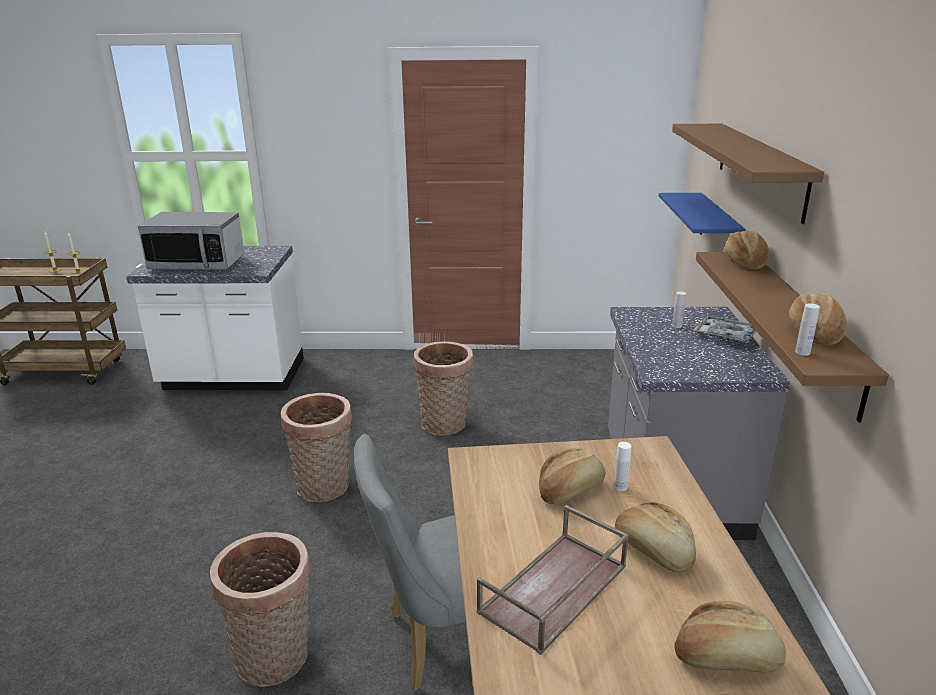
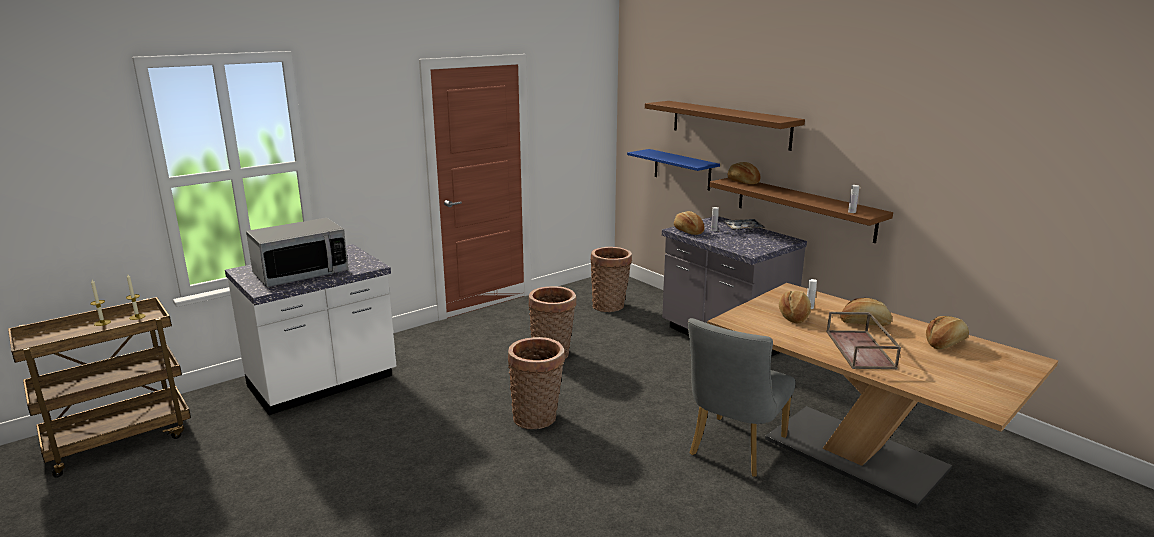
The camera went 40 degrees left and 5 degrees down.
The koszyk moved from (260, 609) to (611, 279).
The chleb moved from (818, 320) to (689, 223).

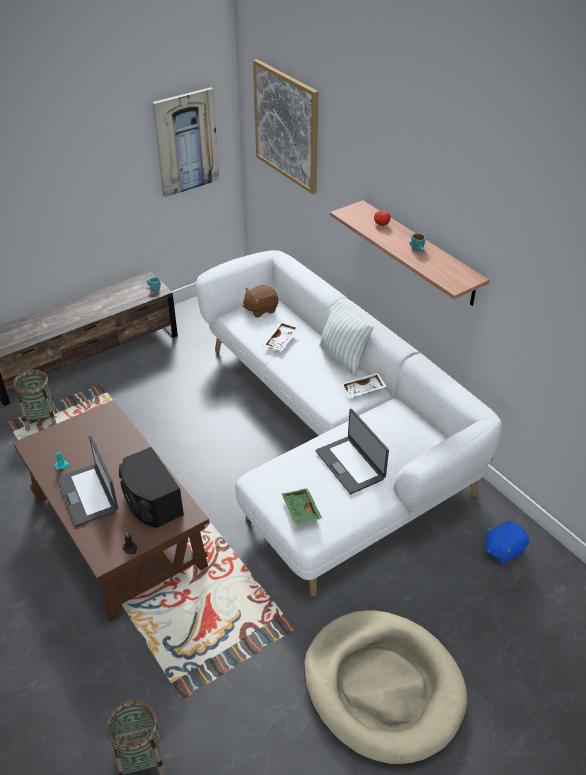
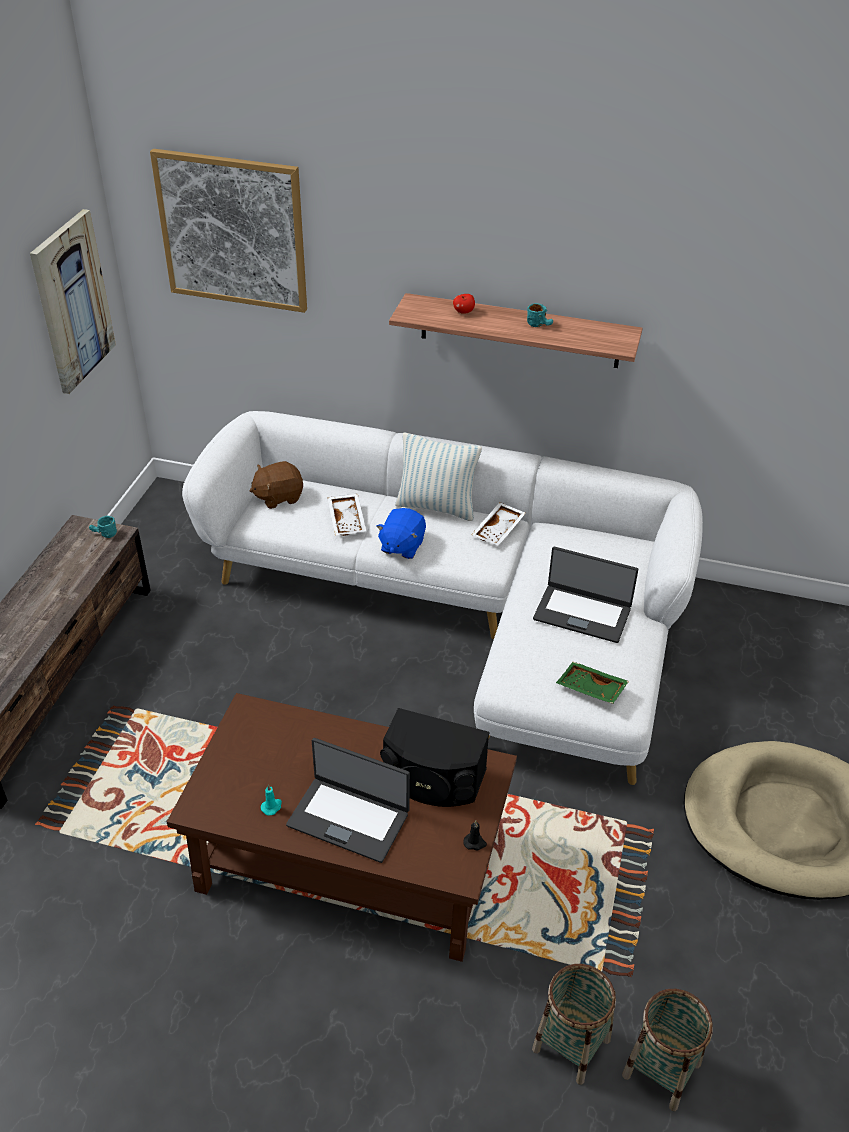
The camera went 40 degrees left and 0 degrees up.
The koszyk moved from (35, 400) to (574, 1024).
The pluszak/brązowy at (260, 301) turned 45 degrees clockwise.
The pluszak/niebieski moved from (507, 542) to (401, 533).

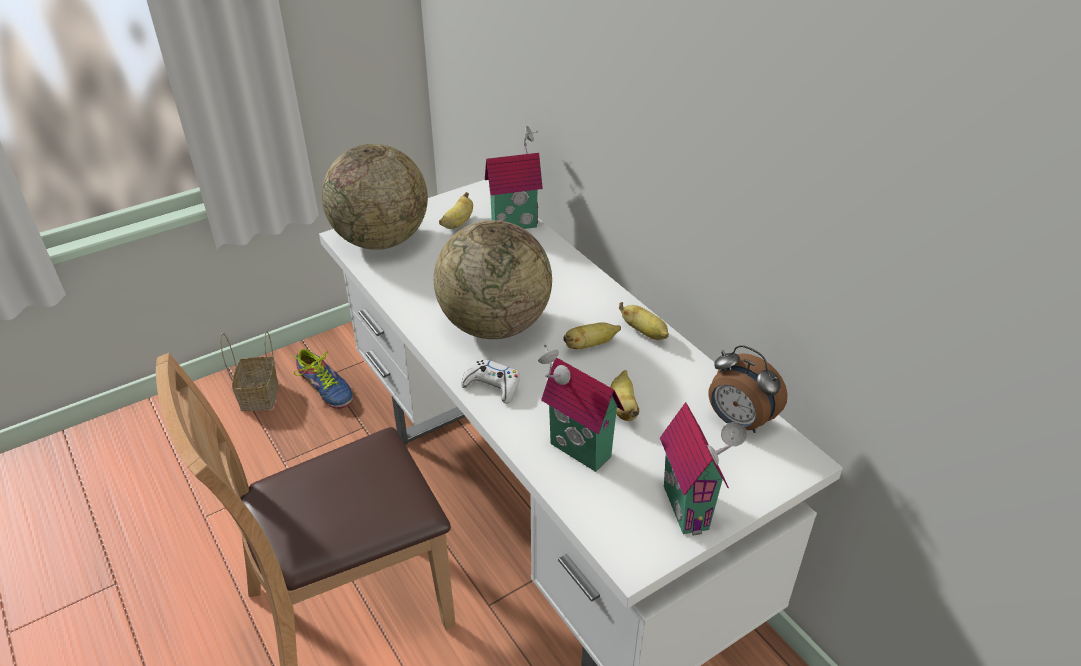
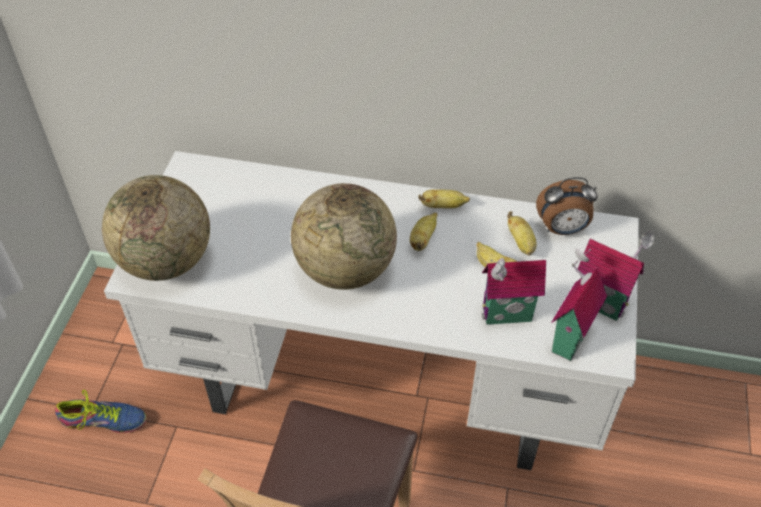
The camera went 45 degrees left and 10 degrees up.
The koszyk at (249, 371) disappeared.
The banan moved from (456, 210) to (522, 233).
The pad do gier/biały at (490, 381) disappeared.
The domek moved from (514, 177) to (579, 305).

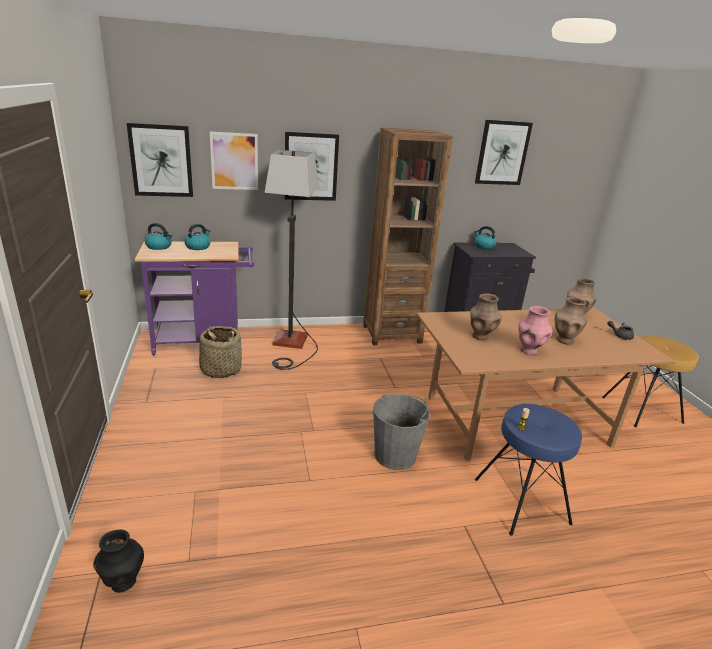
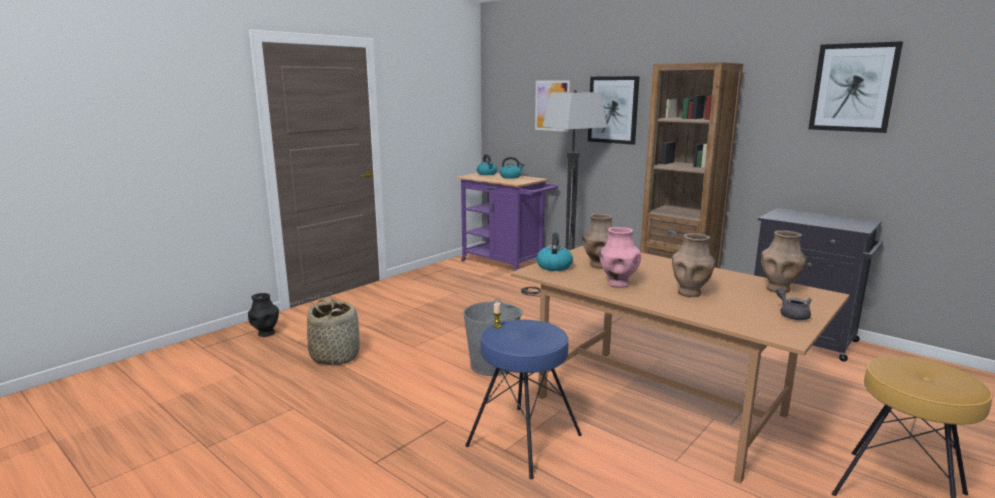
The camera went 55 degrees right and 10 degrees down.
The obraz at (160, 160) disappeared.
The koszyk moved from (220, 352) to (333, 332).
The czajnik moved from (485, 237) to (555, 252).

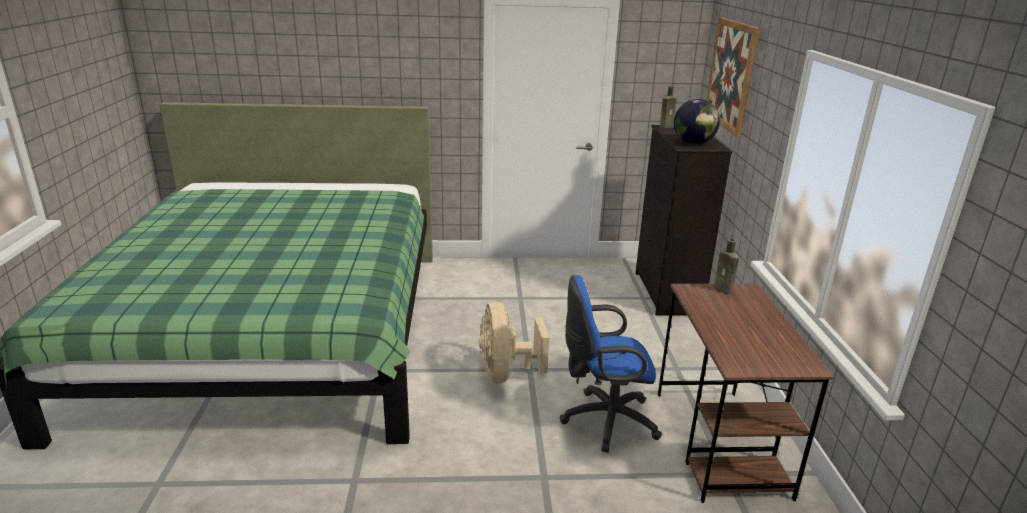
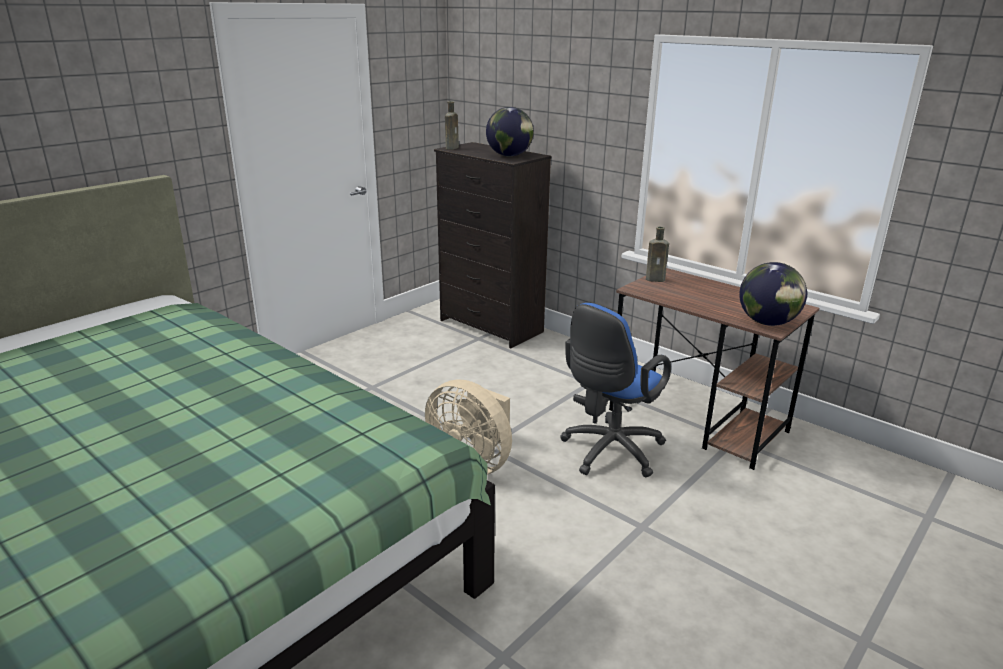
The camera went 45 degrees left and 0 degrees up.
The obraz at (733, 77) disappeared.
The globus at (773, 294) appeared.

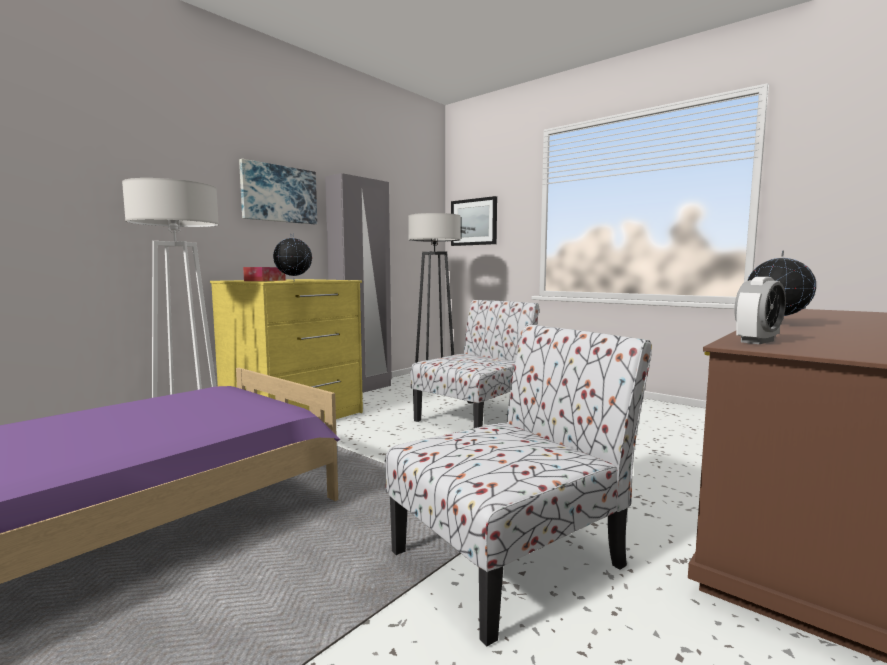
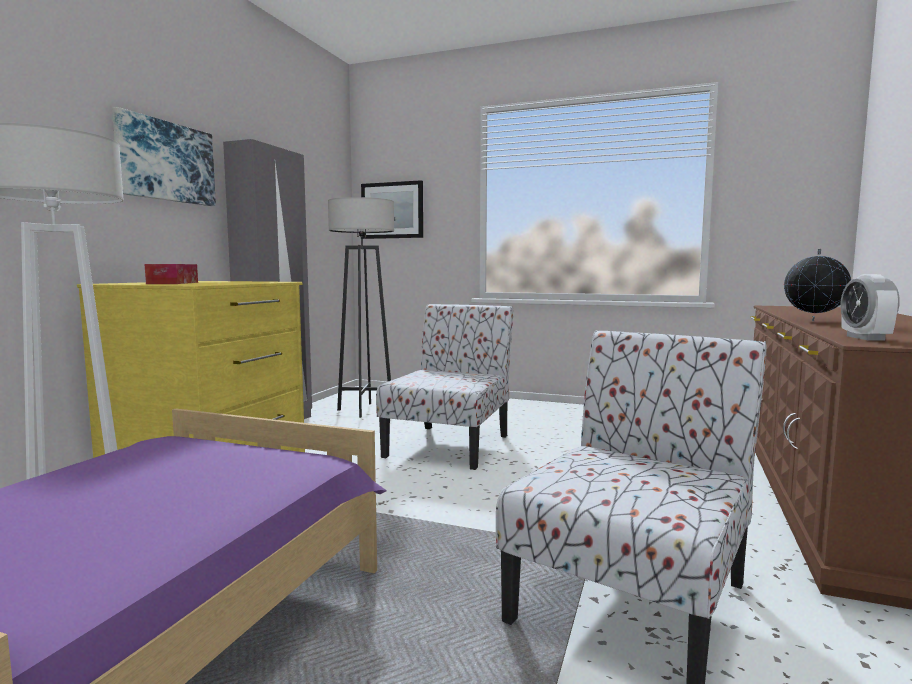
The camera went 20 degrees left and 0 degrees up.
The globus at (292, 257) disappeared.
The budzik at (760, 310) turned 150 degrees clockwise.

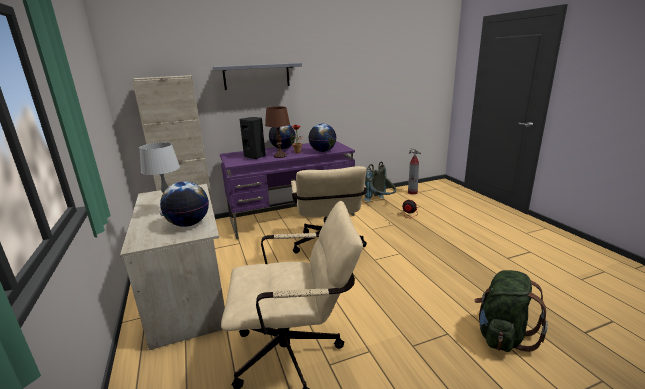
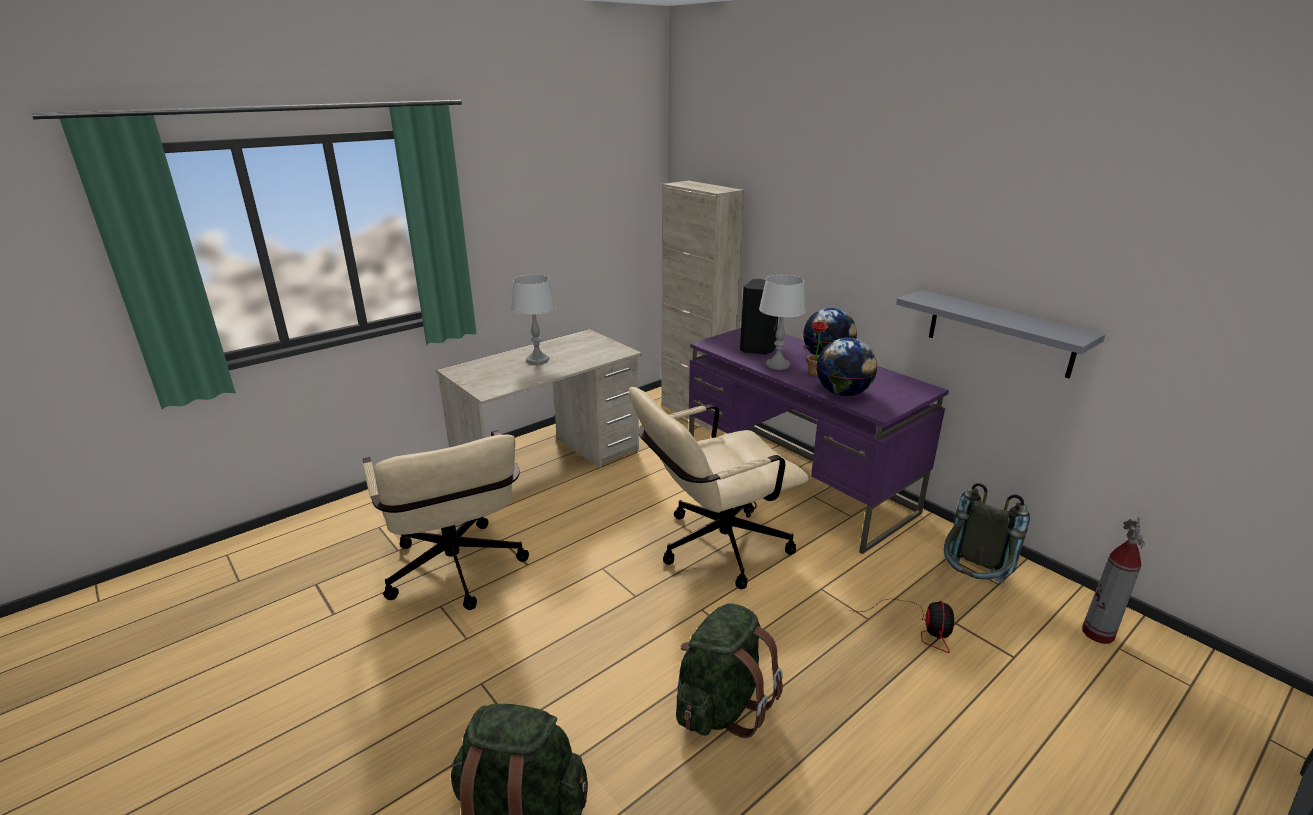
The camera went 70 degrees right and 5 degrees up.
The globus at (184, 204) disappeared.
The półka/szary moved from (257, 76) to (1000, 334).
The lampa stołowa/brązowy at (277, 132) became the lampa stołowa/szary at (782, 322).
The plecak/zielony at (729, 670) appeared.

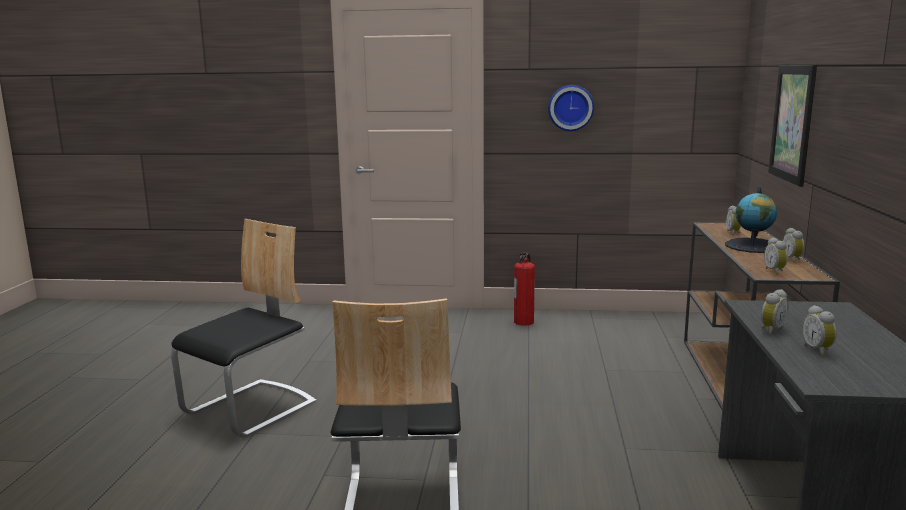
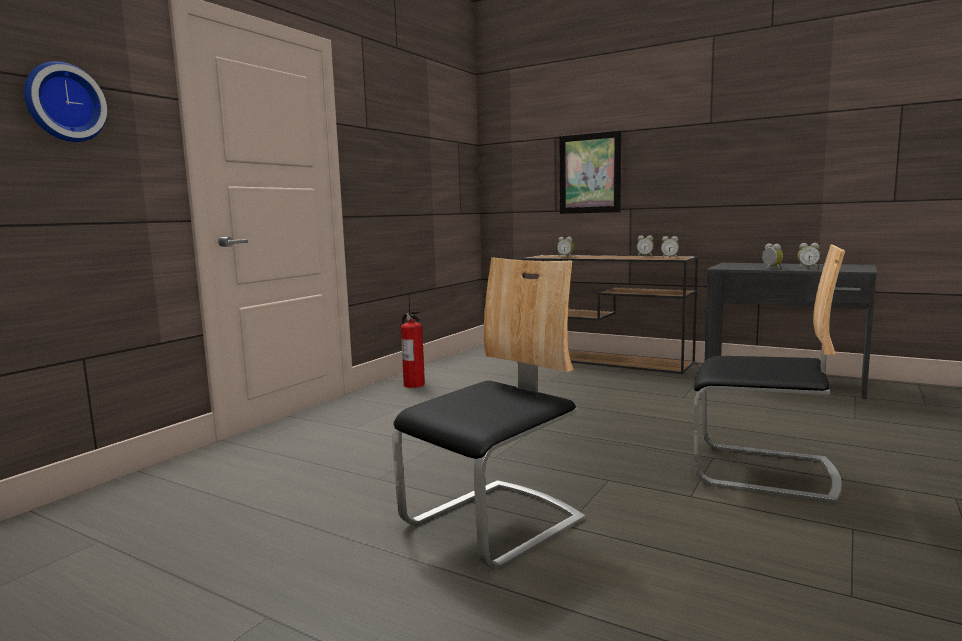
The camera went 65 degrees left and 5 degrees down.
The krzesło at (244, 328) turned 75 degrees clockwise.
The zegar ścienny moved from (571, 108) to (65, 101).
The globus at (751, 220) disappeared.

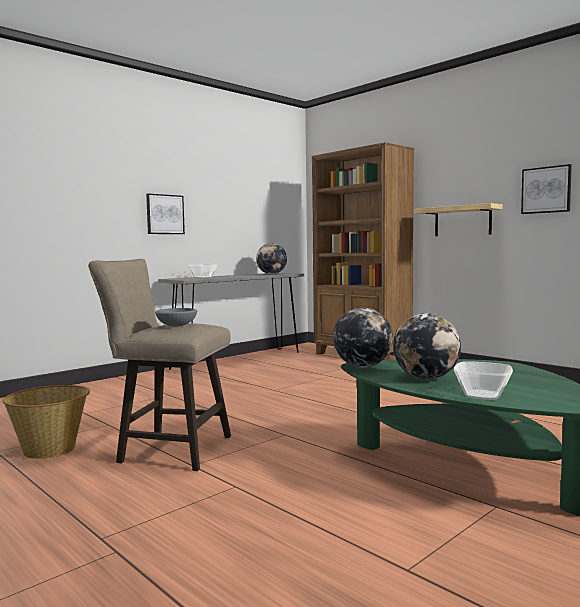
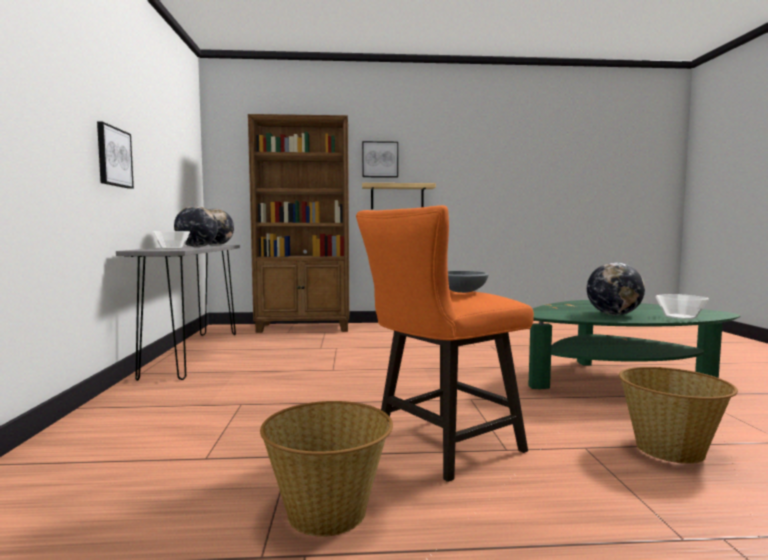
The camera went 50 degrees left and 0 degrees up.
The stołek/beżowy at (159, 365) became the stołek/pomarańczowy at (445, 343).
The globus moved from (363, 337) to (196, 226).
The obraz moved from (546, 189) to (380, 159).
The koszyk at (678, 415) appeared.

